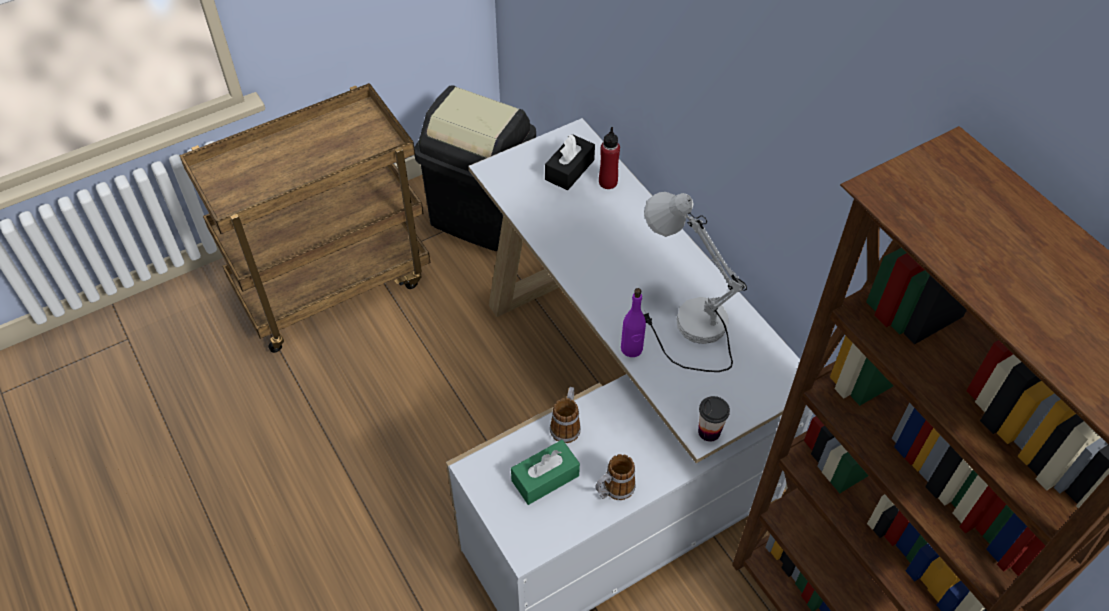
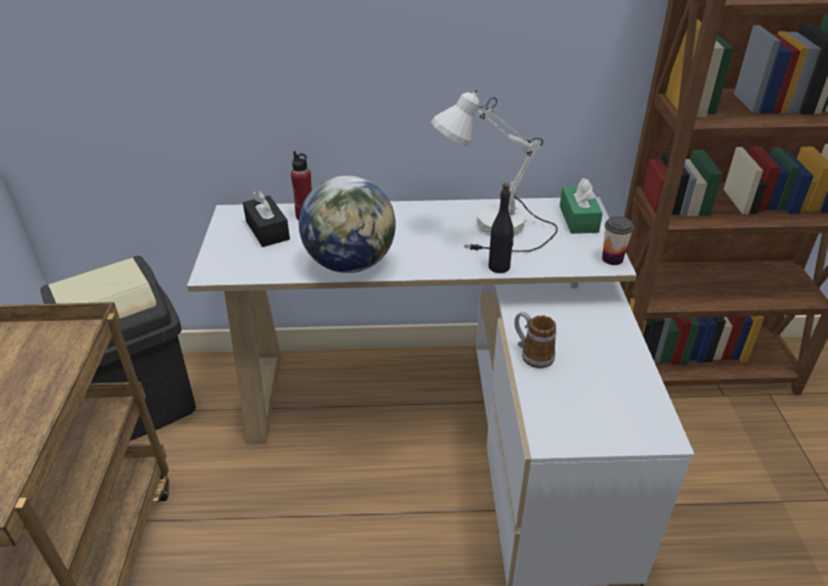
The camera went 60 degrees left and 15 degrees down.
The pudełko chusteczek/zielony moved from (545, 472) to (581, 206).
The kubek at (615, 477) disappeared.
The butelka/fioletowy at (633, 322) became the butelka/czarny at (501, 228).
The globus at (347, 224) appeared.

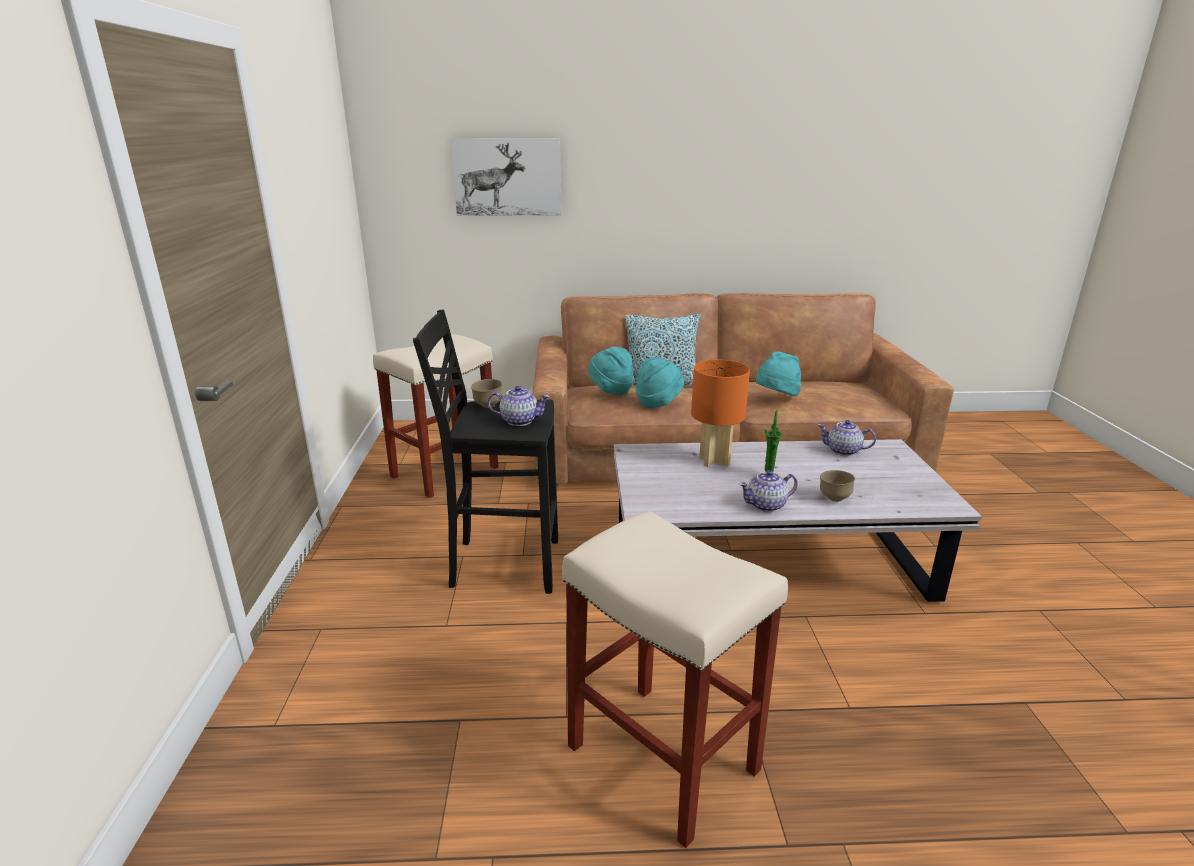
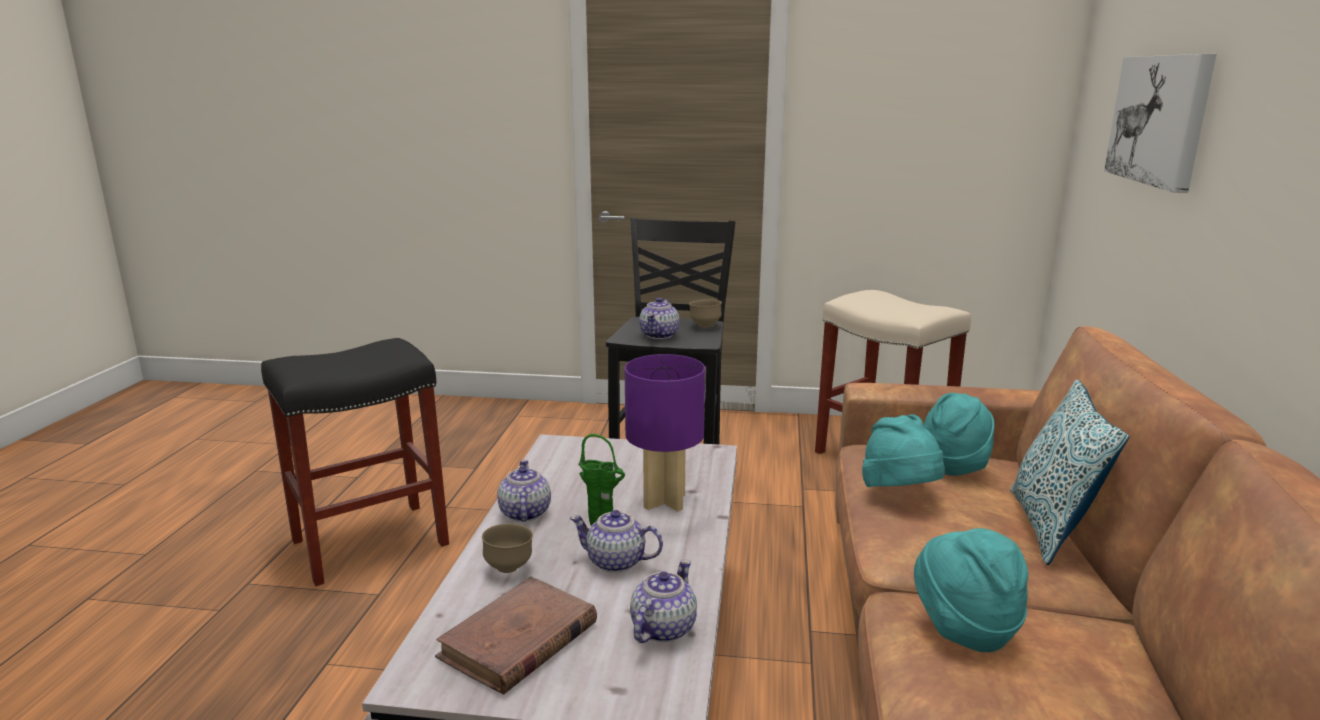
The camera went 100 degrees right and 5 degrees down.
The stołek/beżowy at (675, 679) became the stołek/czarny at (355, 462).
The lampa stołowa/pomarańczowy at (720, 413) became the lampa stołowa/fioletowy at (664, 433).
The książka/brązowy at (516, 636) appeared.
The imbryk at (616, 541) appeared.

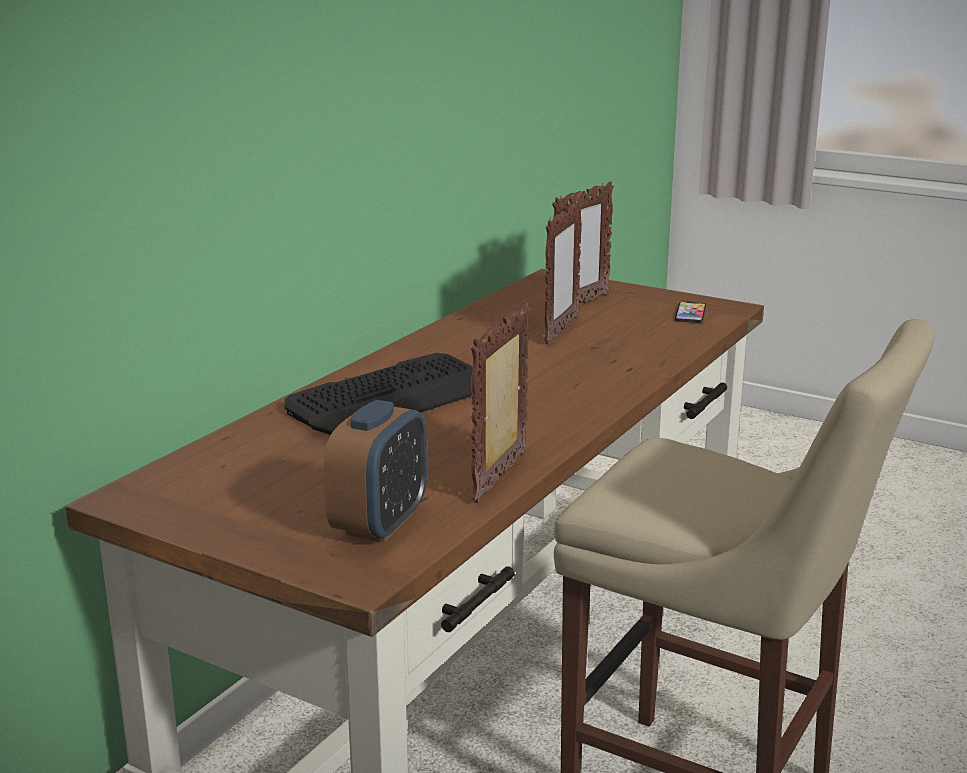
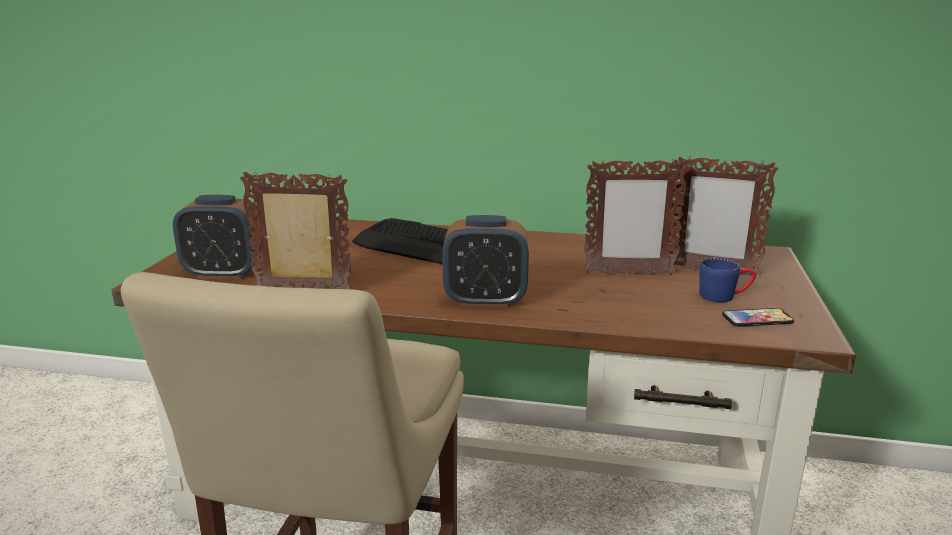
The camera went 70 degrees right and 0 degrees up.
The budzik at (485, 261) appeared.
The kubek/niebieski at (727, 279) appeared.

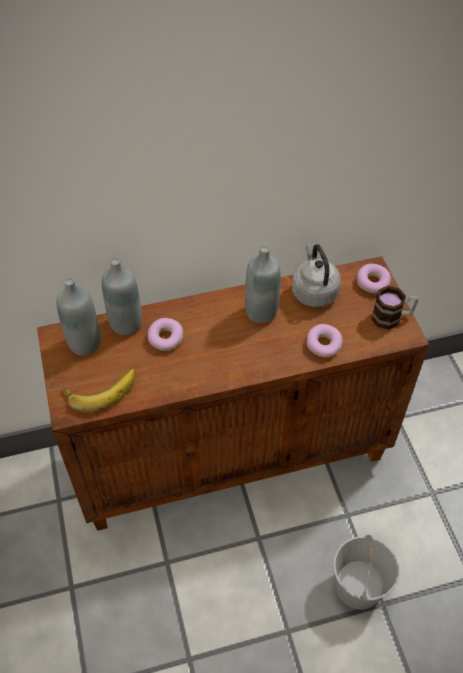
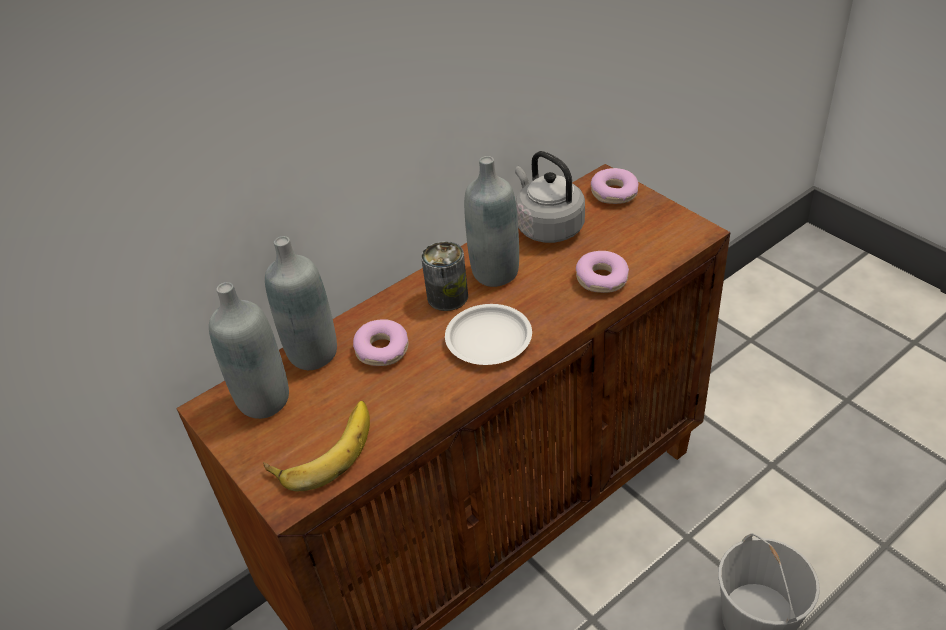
The camera went 20 degrees left and 10 degrees down.
The kubek at (394, 308) disappeared.
The puszka at (444, 276) appeared.
The talerz/biały at (488, 334) appeared.

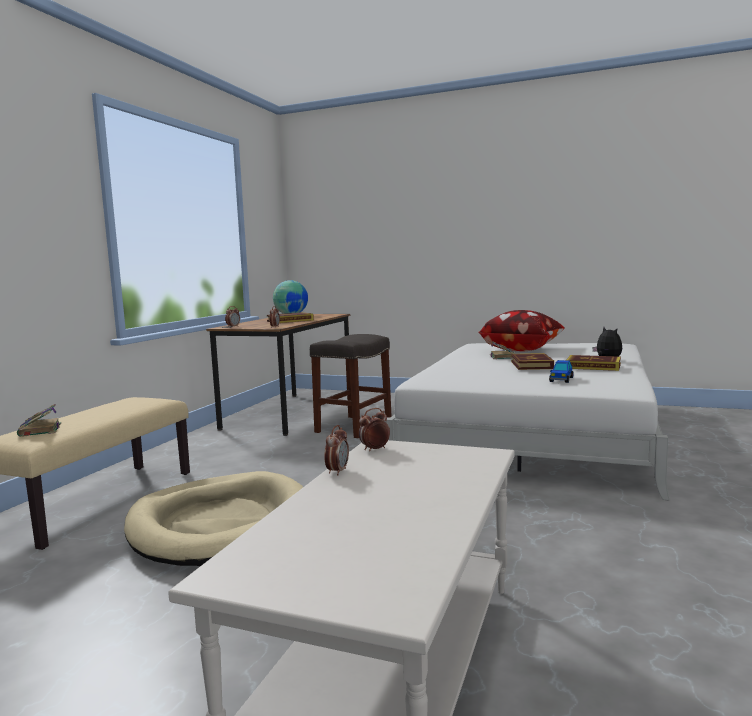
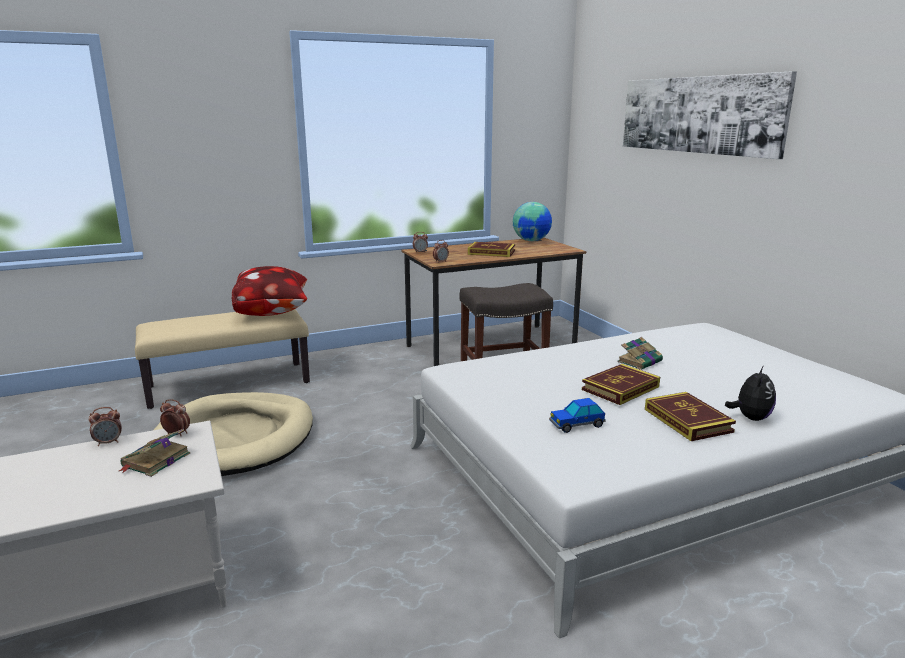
The camera went 45 degrees right and 10 degrees up.
The książka moved from (39, 420) to (154, 453).
The poduszka moved from (521, 330) to (269, 291).
The obraz at (710, 115) appeared.

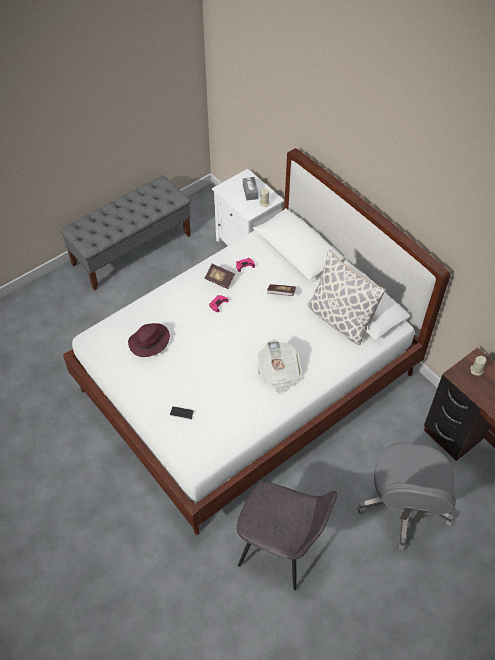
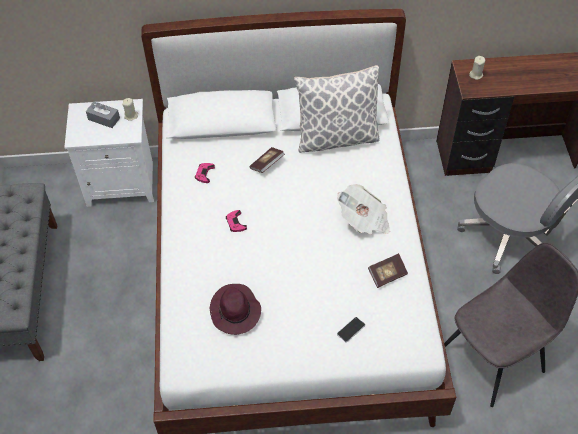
The camera went 55 degrees left and 0 degrees up.
The książka moved from (220, 276) to (388, 270).

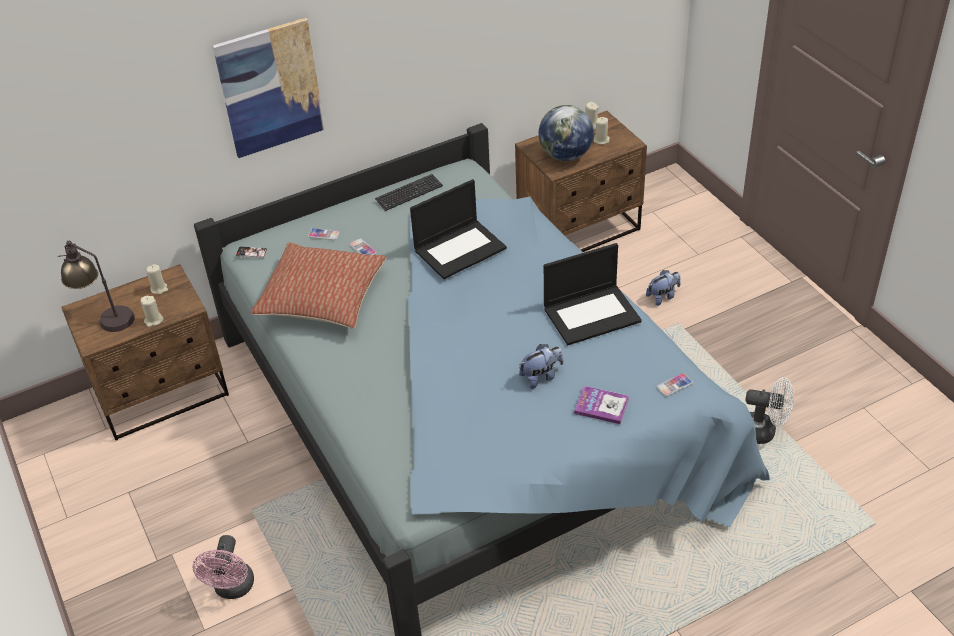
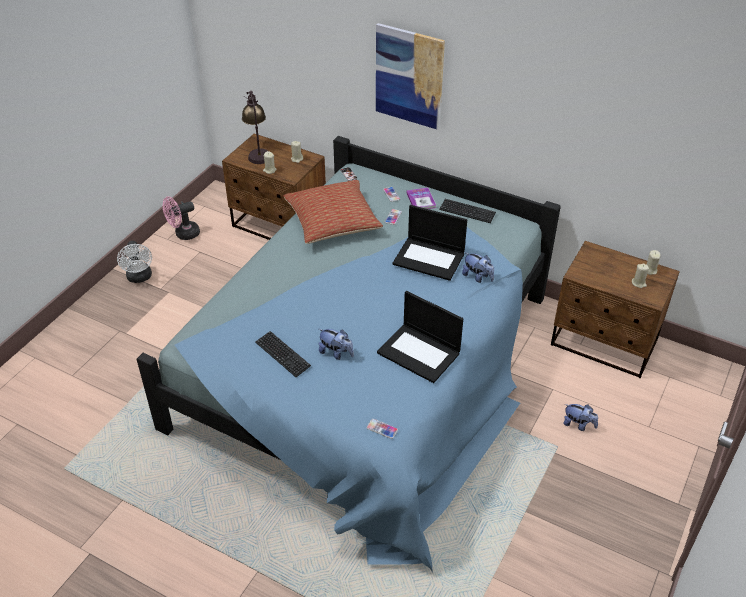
The camera went 55 degrees right and 0 degrees up.
The wentylator/różowy moved from (223, 567) to (181, 218).
The globus at (566, 133) disappeared.
The książka moved from (601, 405) to (421, 198).
The wentylator/biały moved from (769, 410) to (134, 262).
The klawiatura at (283, 354) appeared.
The pluszak at (478, 267) appeared.

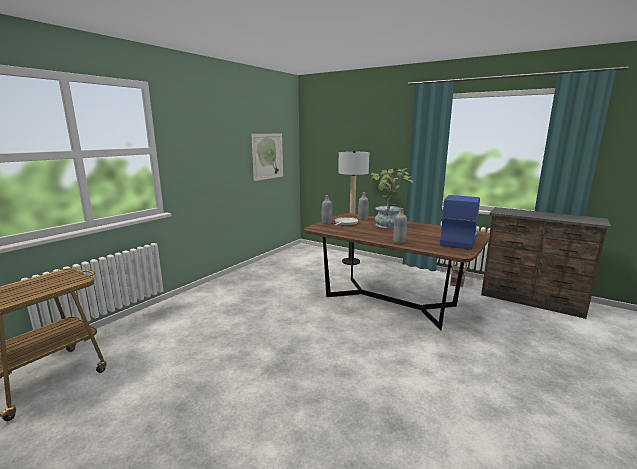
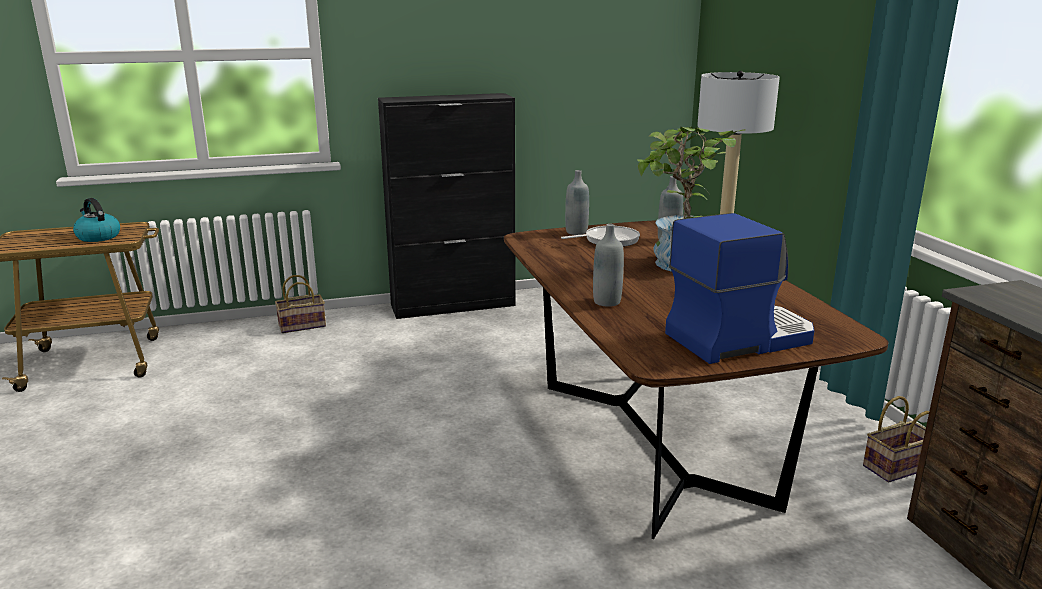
The camera went 40 degrees right and 5 degrees up.
The obraz at (267, 157) disappeared.
The czajnik at (96, 220) appeared.
The koszyk at (300, 304) appeared.
The szafka/czarny at (447, 206) appeared.

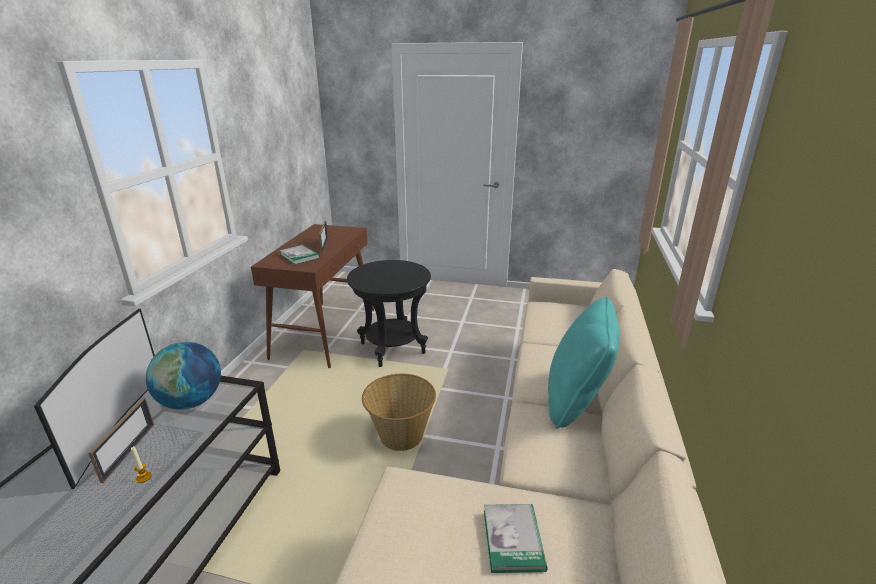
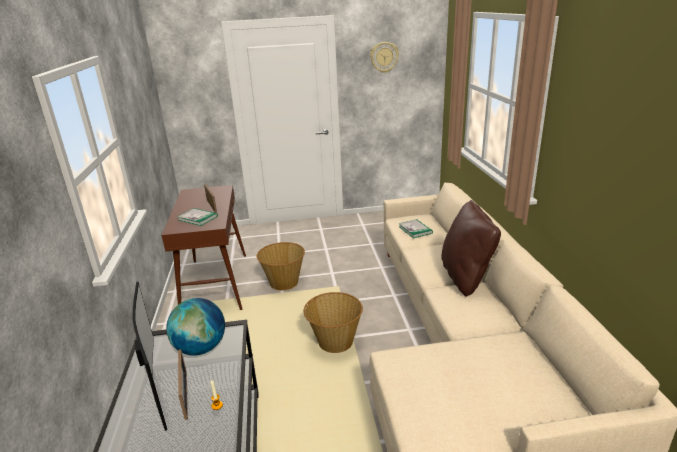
The camera went 20 degrees left and 0 degrees up.
The stolik/czarny at (389, 313) was replaced by the koszyk at (281, 266).
The książka moved from (516, 538) to (416, 228).
The poduszka/turkusowy at (584, 363) became the poduszka/brązowy at (471, 248).
The zegar ścienny at (384, 57) appeared.

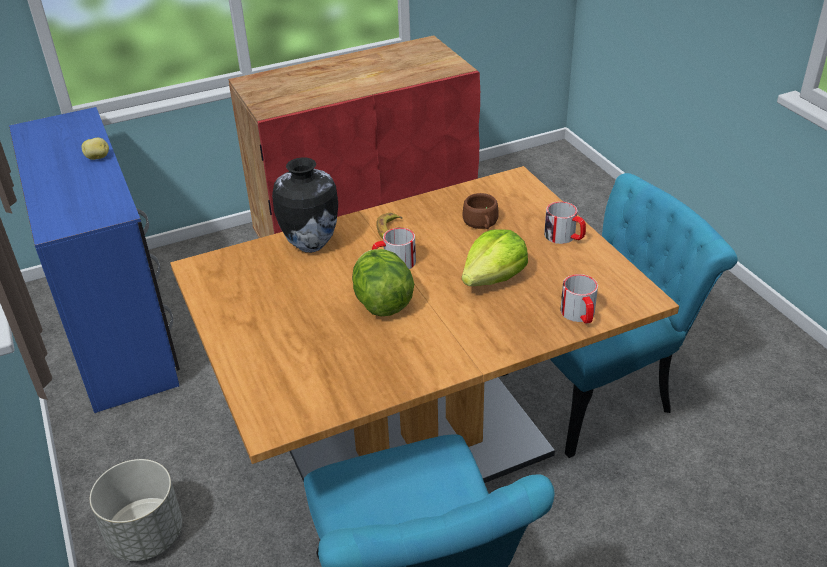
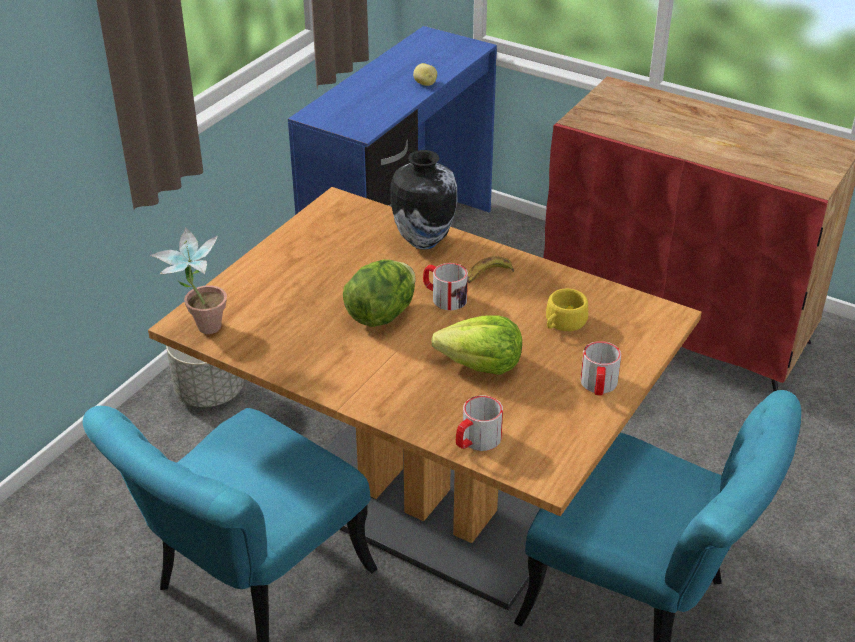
The camera went 55 degrees right and 0 degrees up.
The filiżanka/brązowy at (480, 211) became the filiżanka/żółty at (567, 310).
The roślina doniczkowa at (189, 280) appeared.

